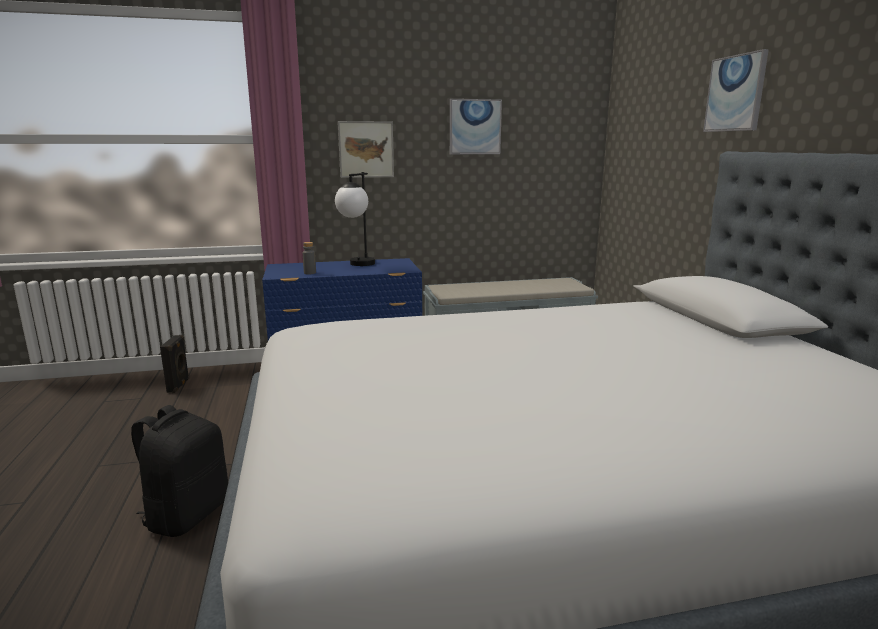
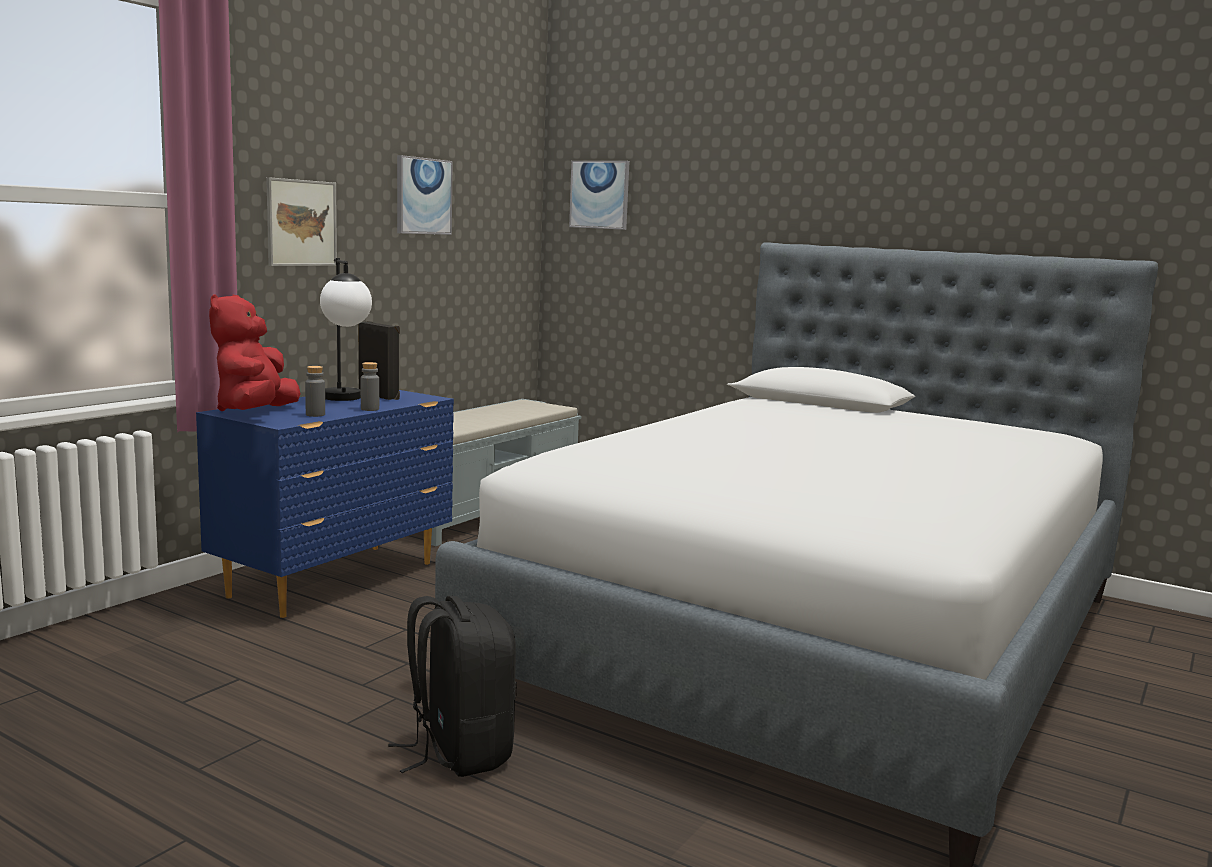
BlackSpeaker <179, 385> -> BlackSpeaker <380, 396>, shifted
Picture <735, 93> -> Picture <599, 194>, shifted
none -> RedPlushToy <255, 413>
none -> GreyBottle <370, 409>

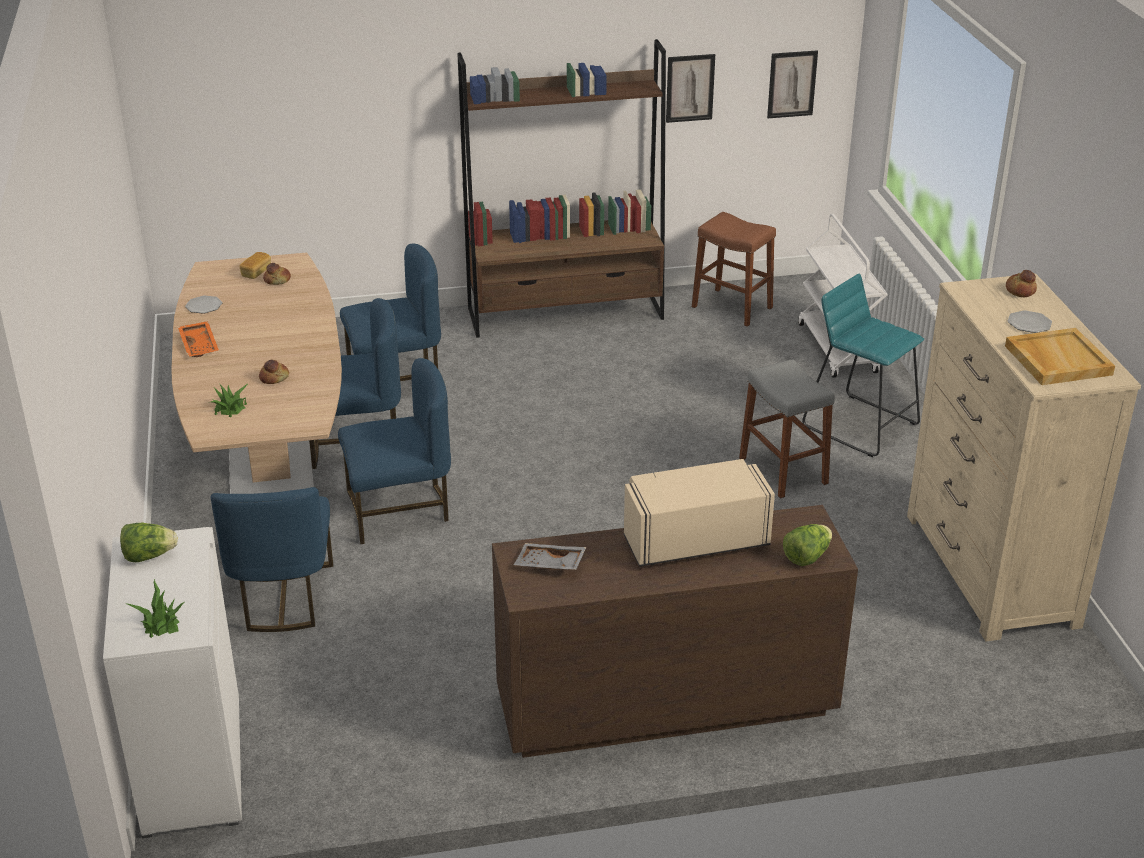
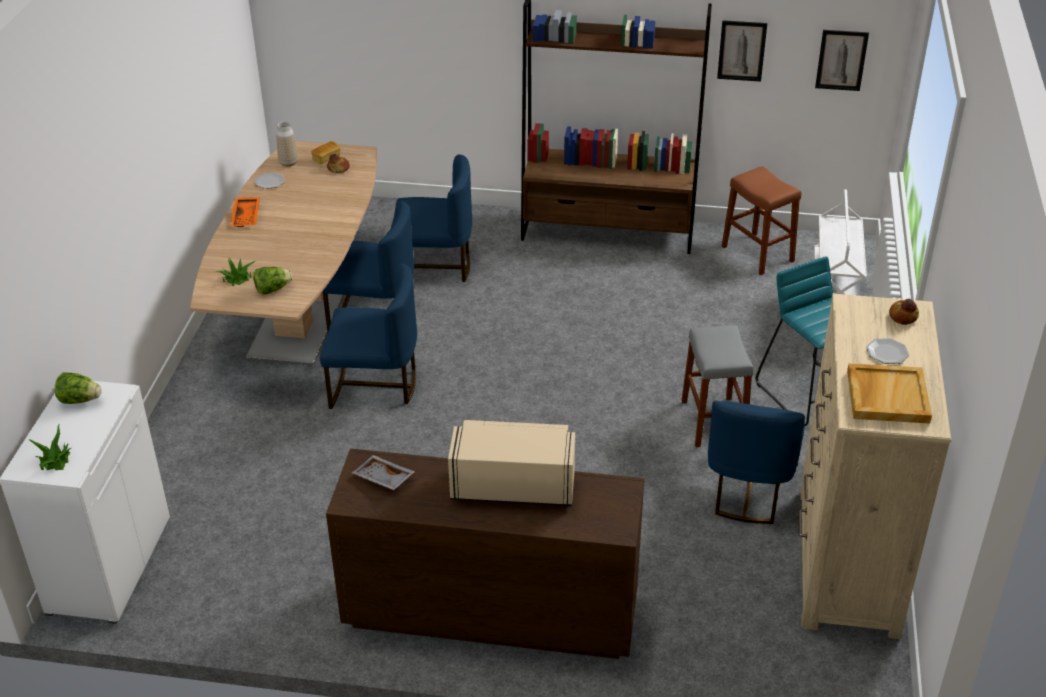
BlueChair <282, 597> -> BlueChair <748, 490>, shifted
Bread <274, 378> -> none
Lettuce <807, 557> -> Lettuce <272, 289>, shifted
none -> Vase <288, 163>

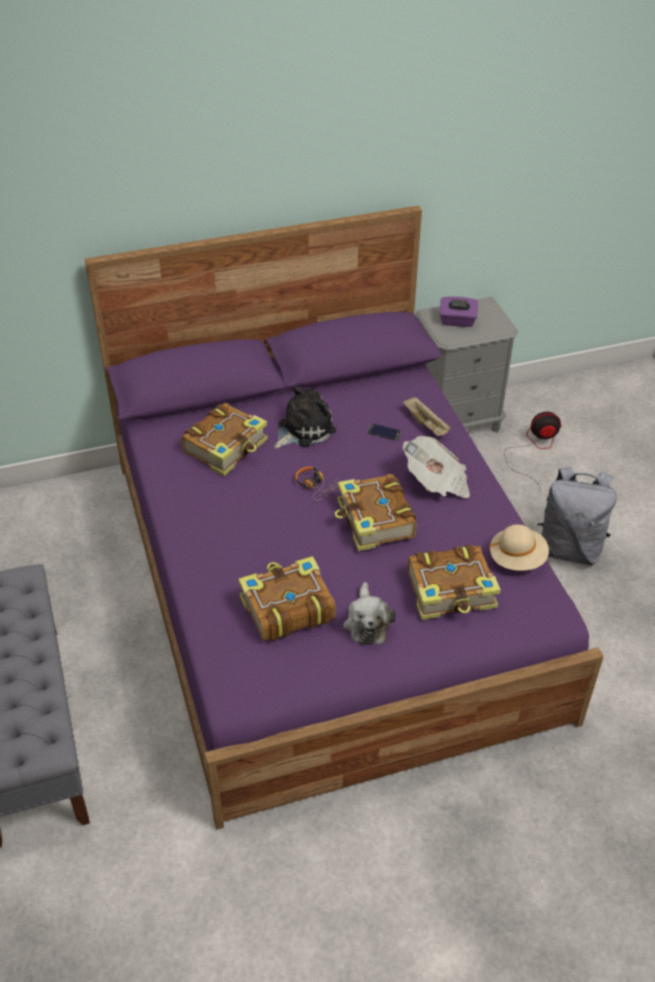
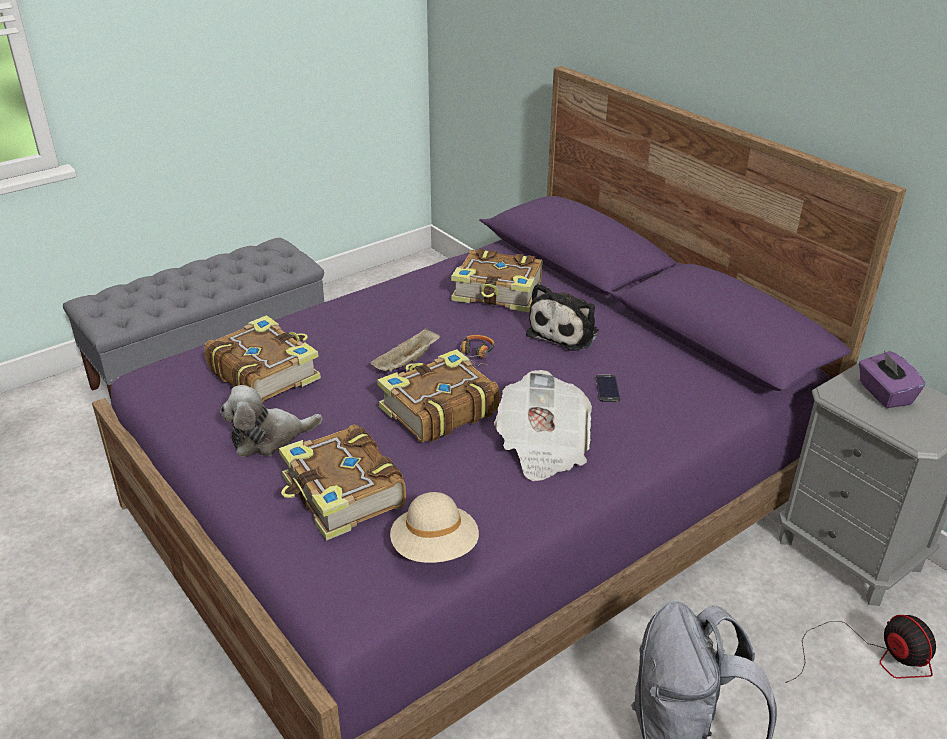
PlushToy <303, 429> -> PlushToy <565, 332>, 90 degrees clockwise
BeigeTray <426, 425> -> BeigeTray <407, 363>, shifted

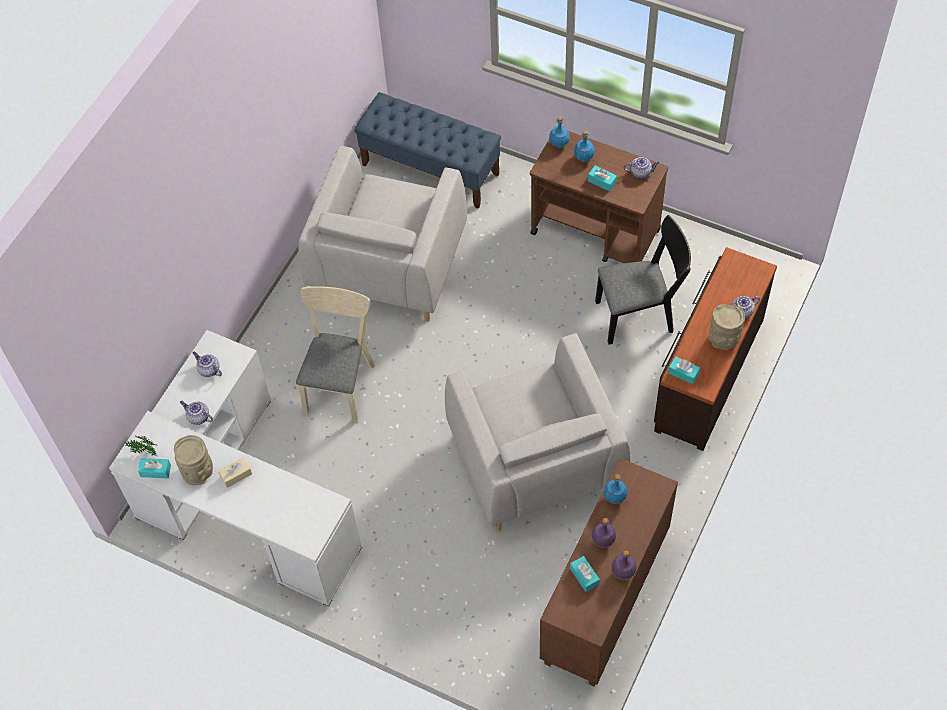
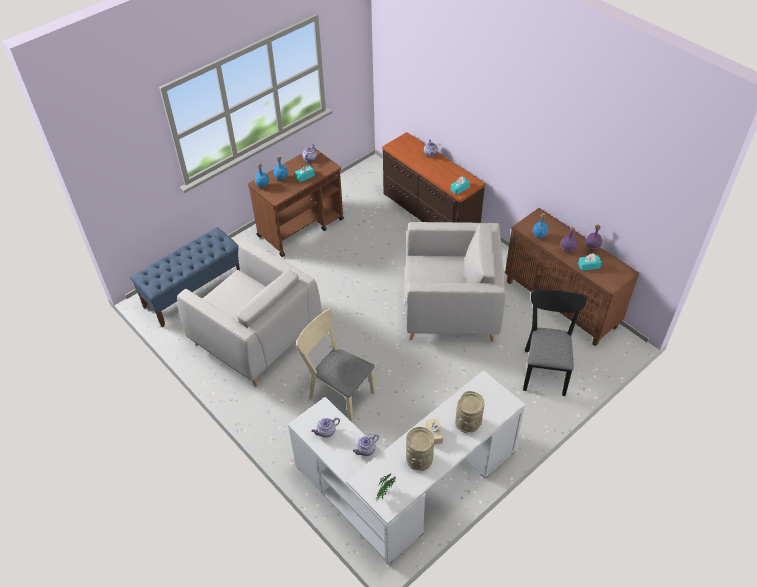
TurquoiseTissueBox <155, 471> -> none
BlackChair <640, 315> -> BlackChair <545, 368>, shifted
BeigeVase <723, 339> -> BeigeVase <468, 423>, shifted

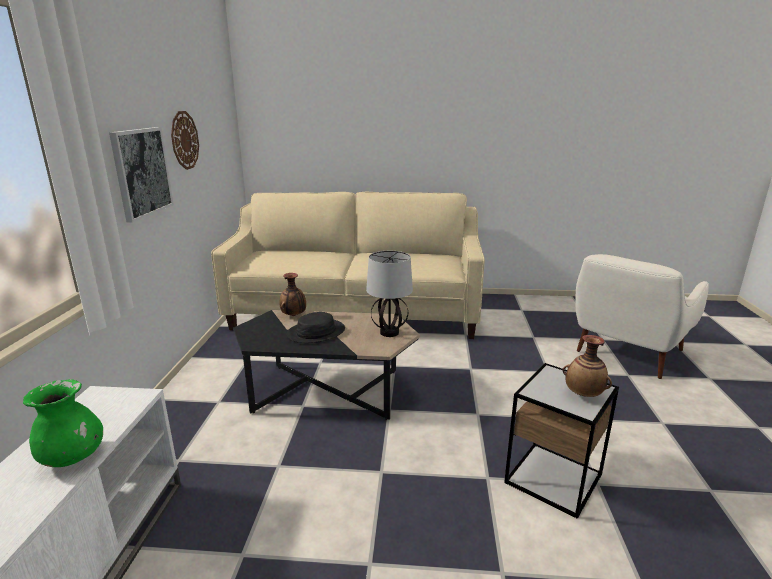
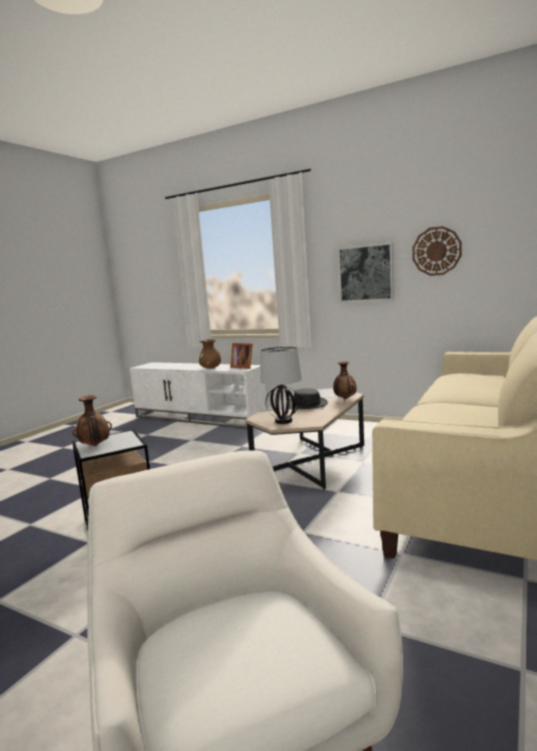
GreenVase <73, 457> -> BrownVase <210, 368>
none -> PictureFrame <242, 367>

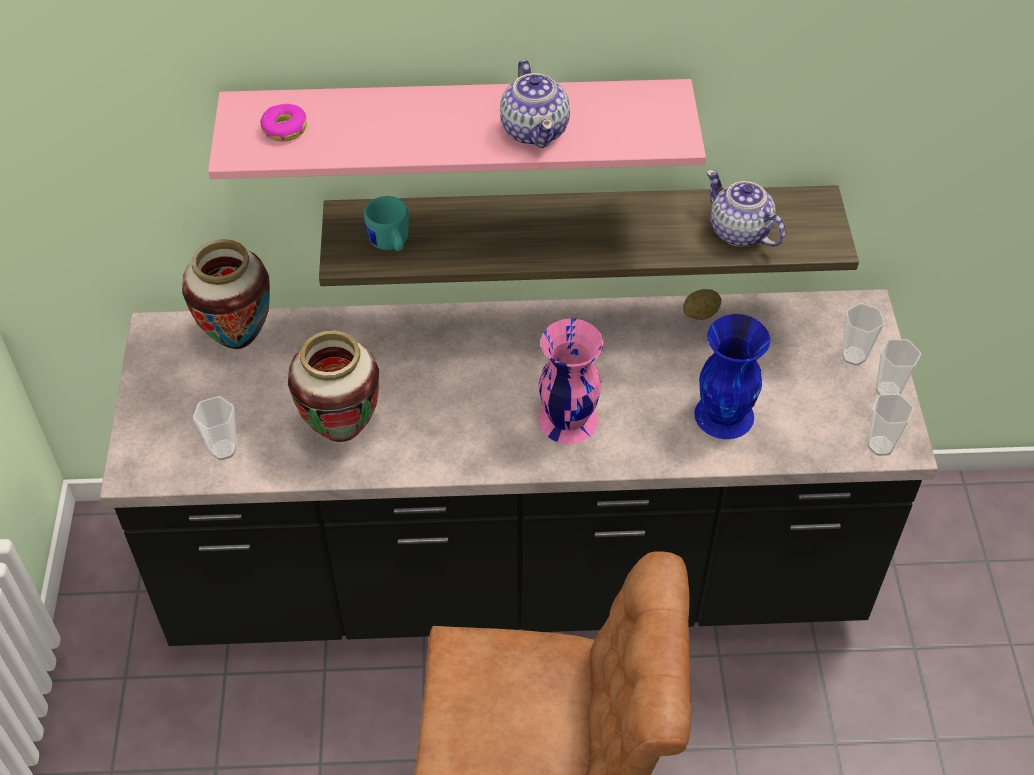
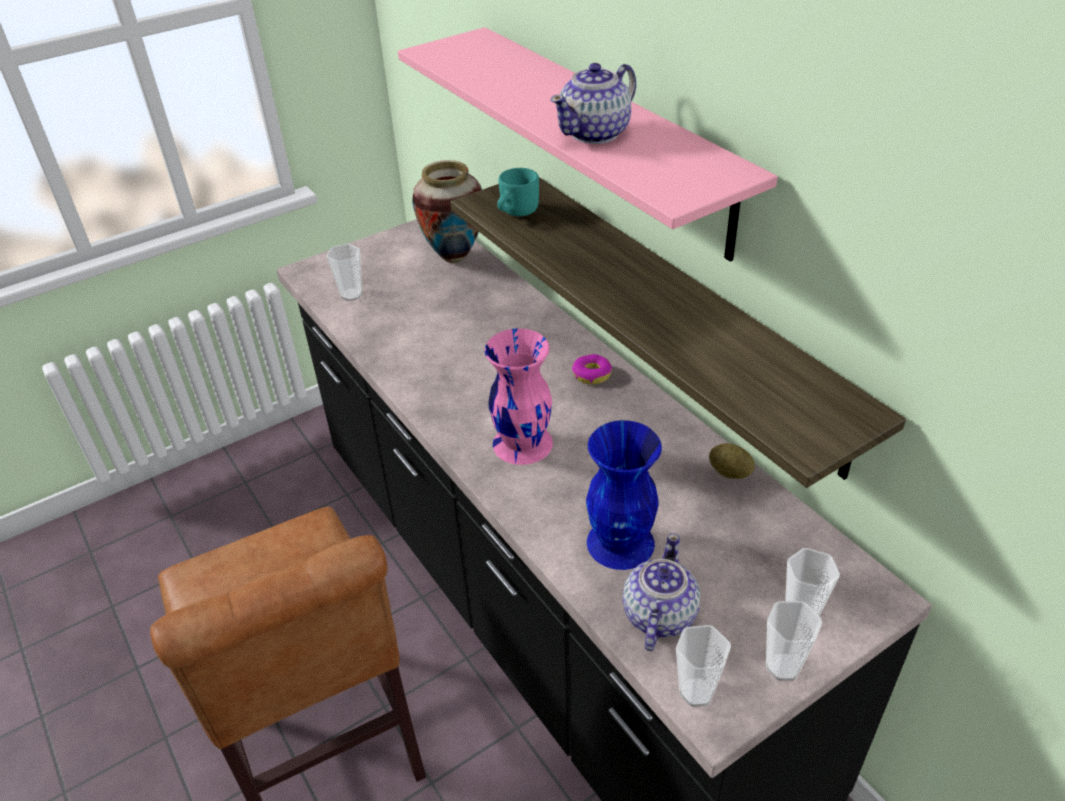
Donut <284, 129> -> Donut <591, 374>, shifted
Vase <342, 431> -> none
Teapot <740, 232> -> Teapot <658, 615>, shifted

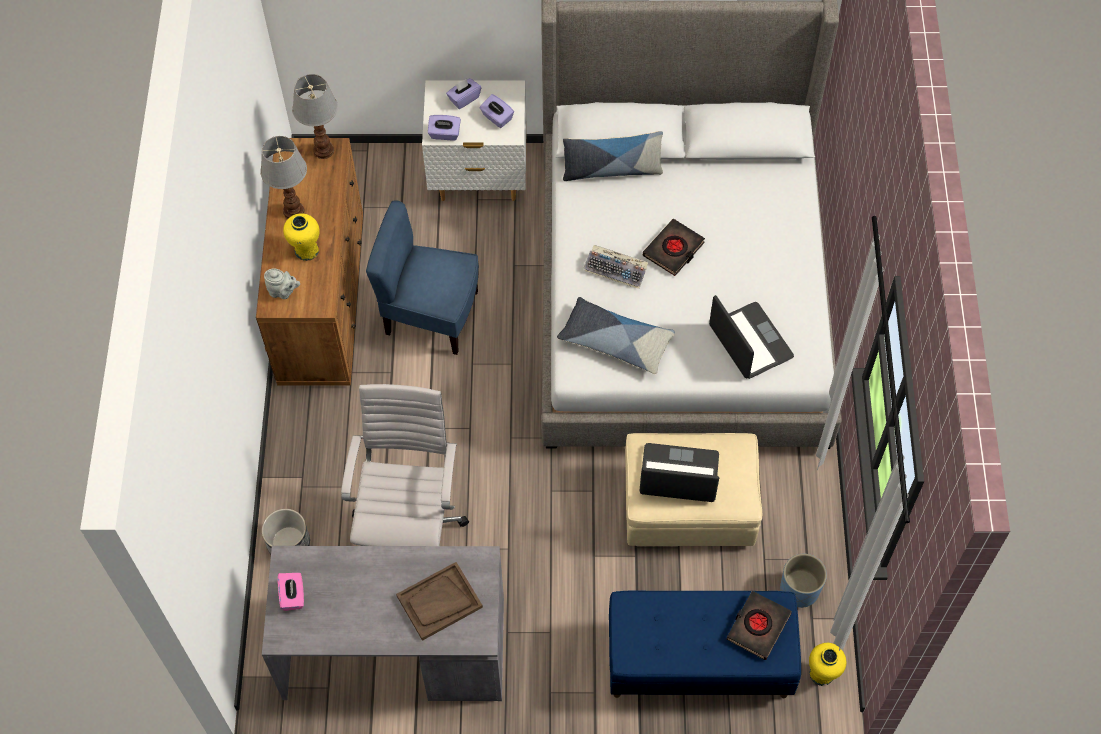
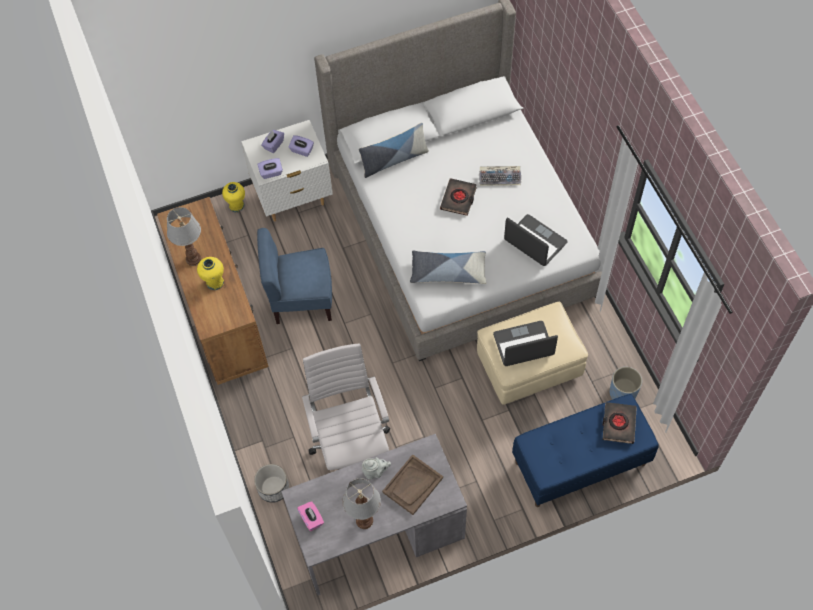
GreyTeapot <283, 292> -> GreyTeapot <375, 472>, shifted
TableLamp <324, 151> -> TableLamp <365, 520>, shifted
Keyboard <617, 269> -> Keyboard <500, 178>, shifted
YellowVase <822, 673> -> YellowVase <236, 205>, shifted

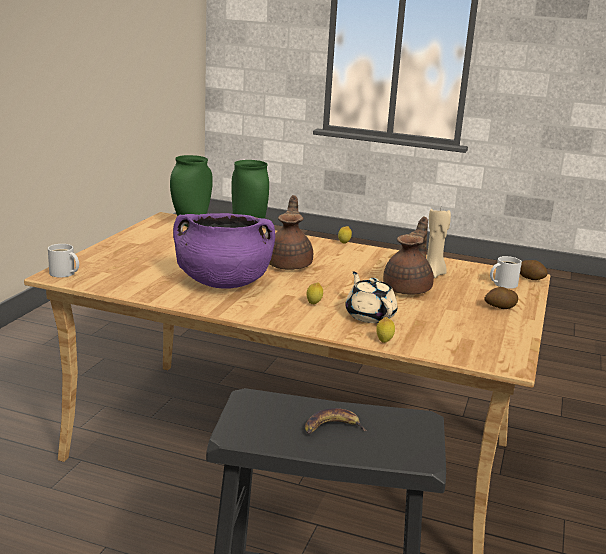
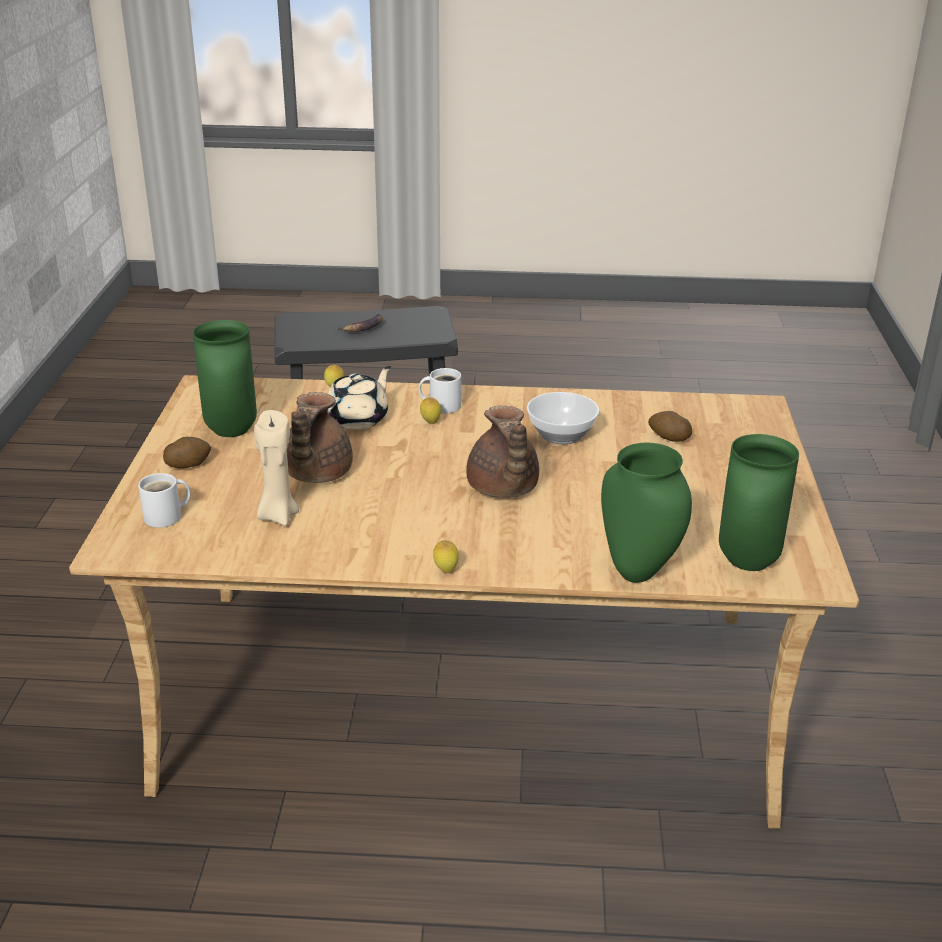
WhiteMug <63, 274> -> WhiteMug <442, 405>, shifted
PurpleCookingPot <223, 283> -> Bowl <562, 434>
BeigeTeapot <369, 315> -> BeigeTeapot <358, 419>, 105 degrees counterclockwise
Potato <531, 278> -> Potato <668, 438>, shifted
none -> GreenVase <230, 431>

